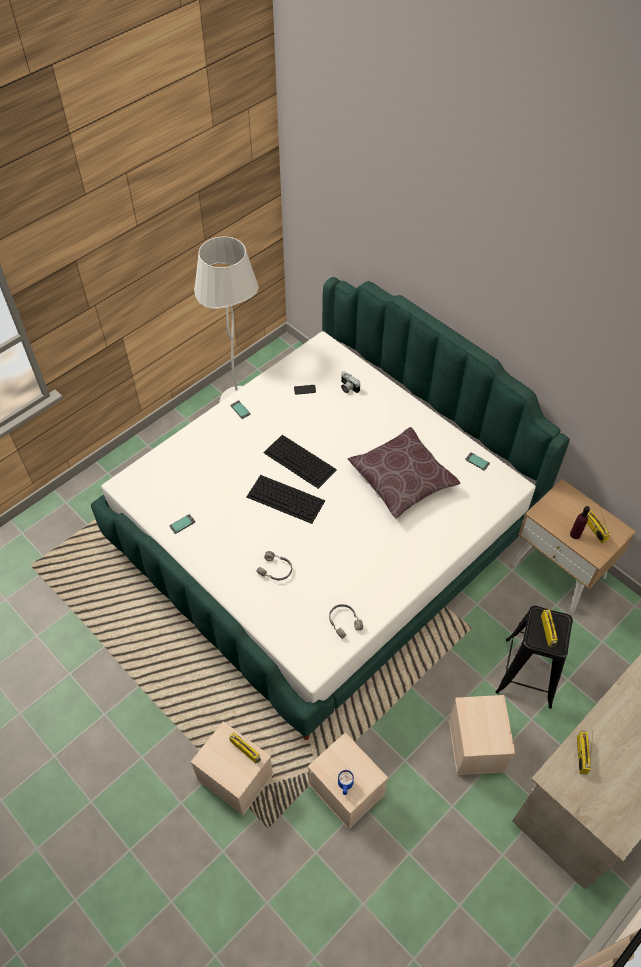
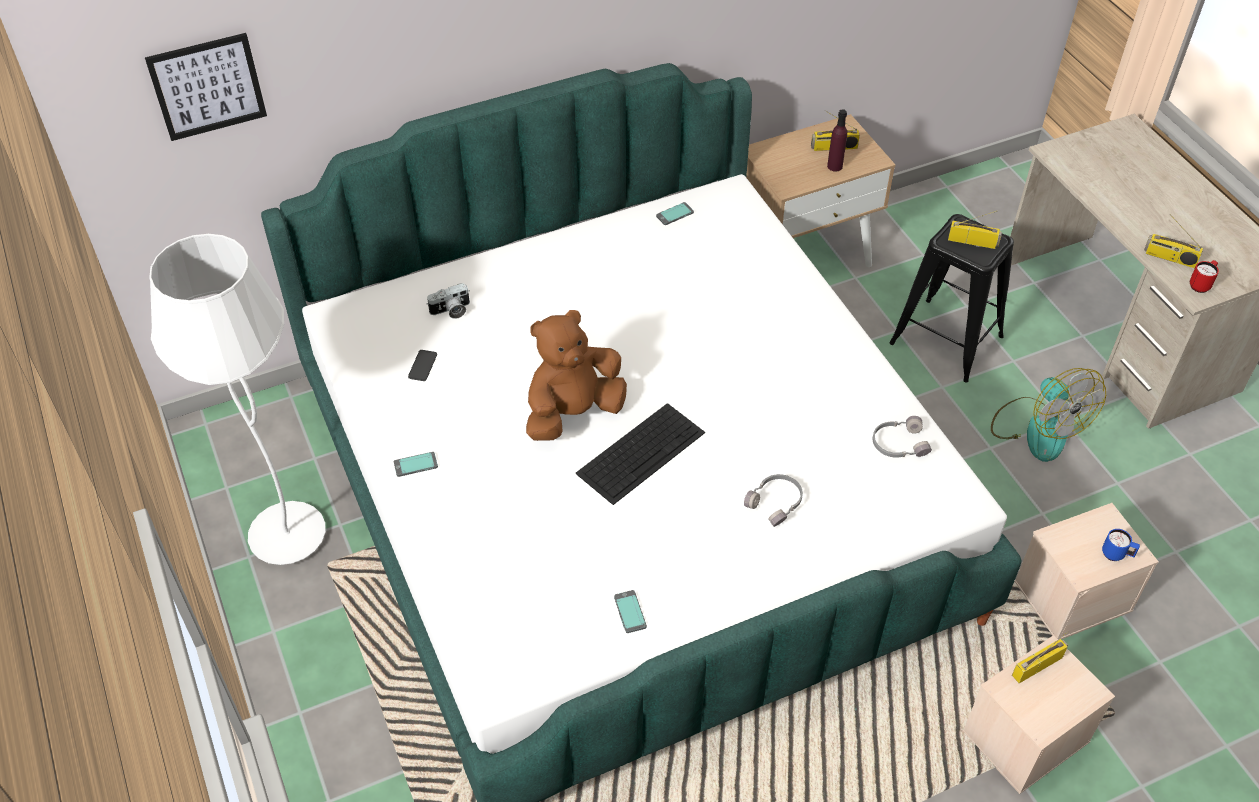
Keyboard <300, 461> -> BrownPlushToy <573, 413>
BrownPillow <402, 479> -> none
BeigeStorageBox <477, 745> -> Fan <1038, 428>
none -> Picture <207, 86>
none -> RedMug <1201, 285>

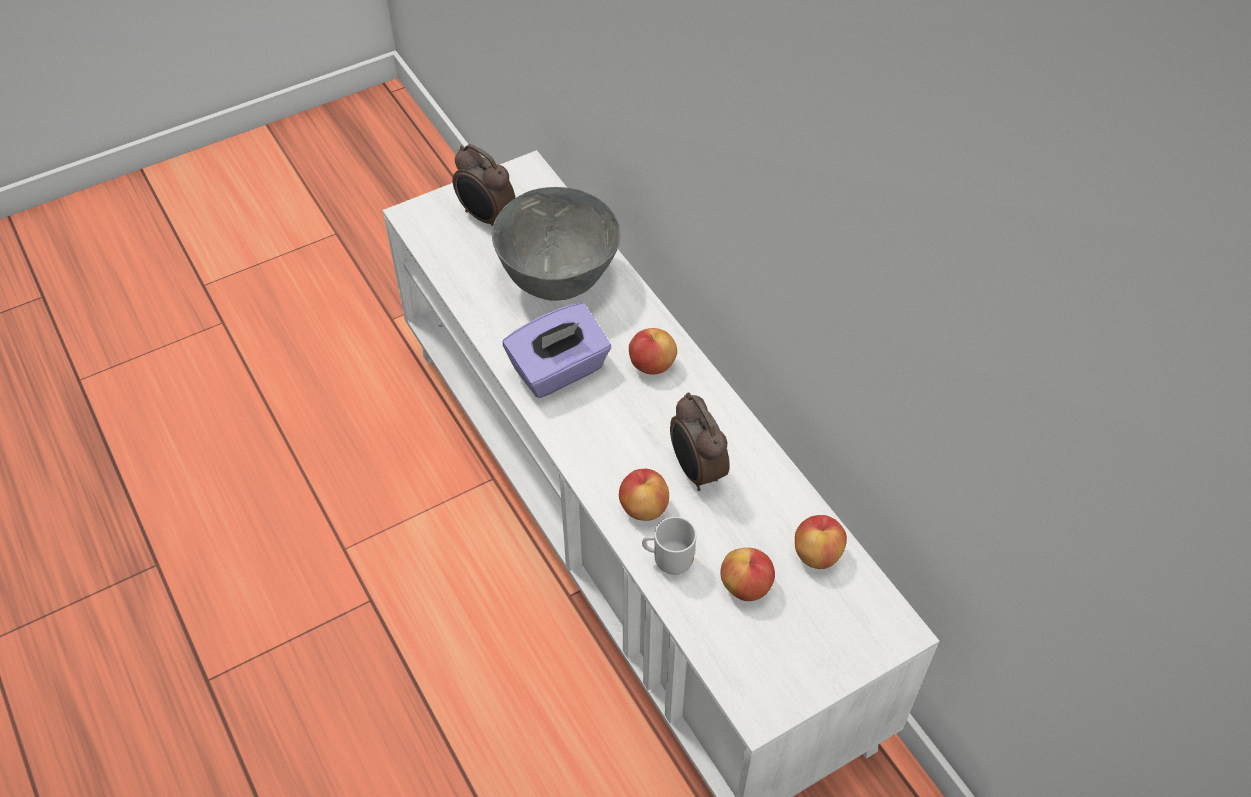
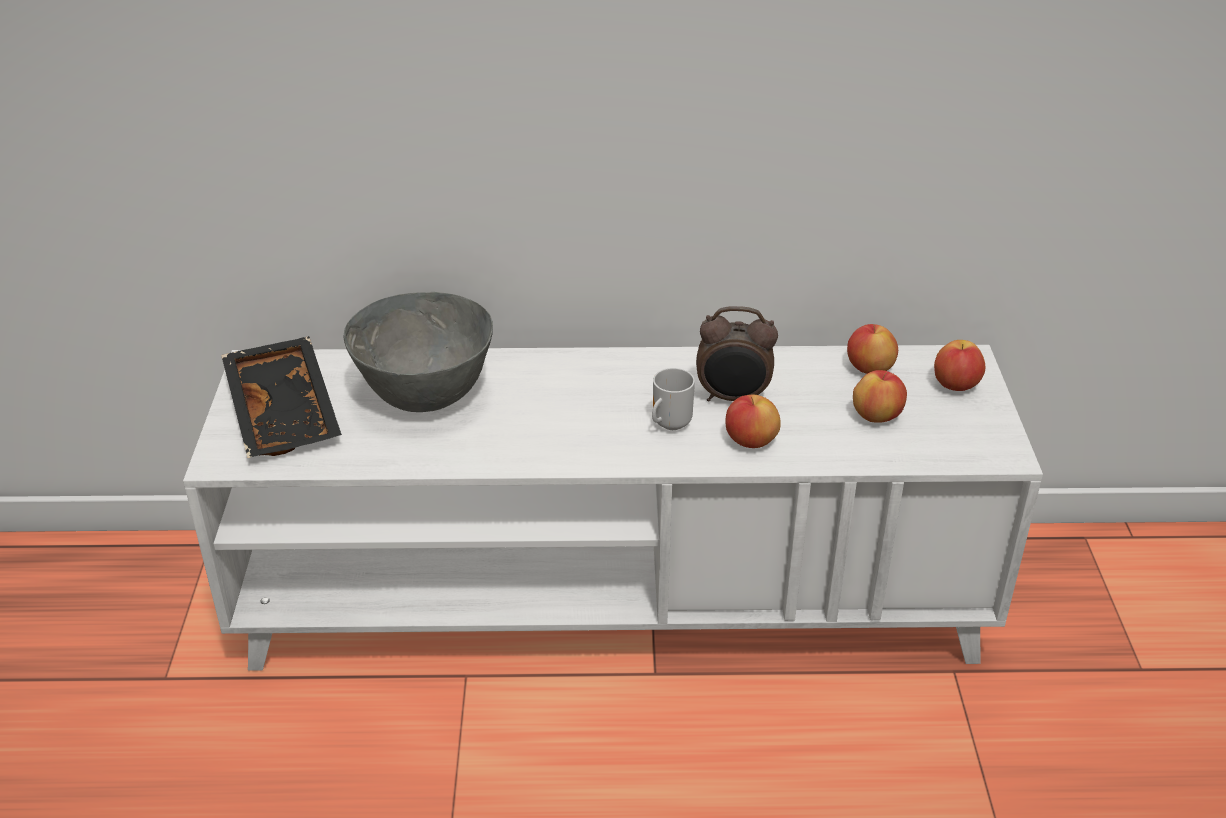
AlarmClock <486, 218> -> BlackTray <286, 412>
PurpleTissueBox <559, 371> -> none
Apple <652, 365> -> Apple <955, 385>, shifted
Mug <670, 560> -> Mug <668, 424>, shifted

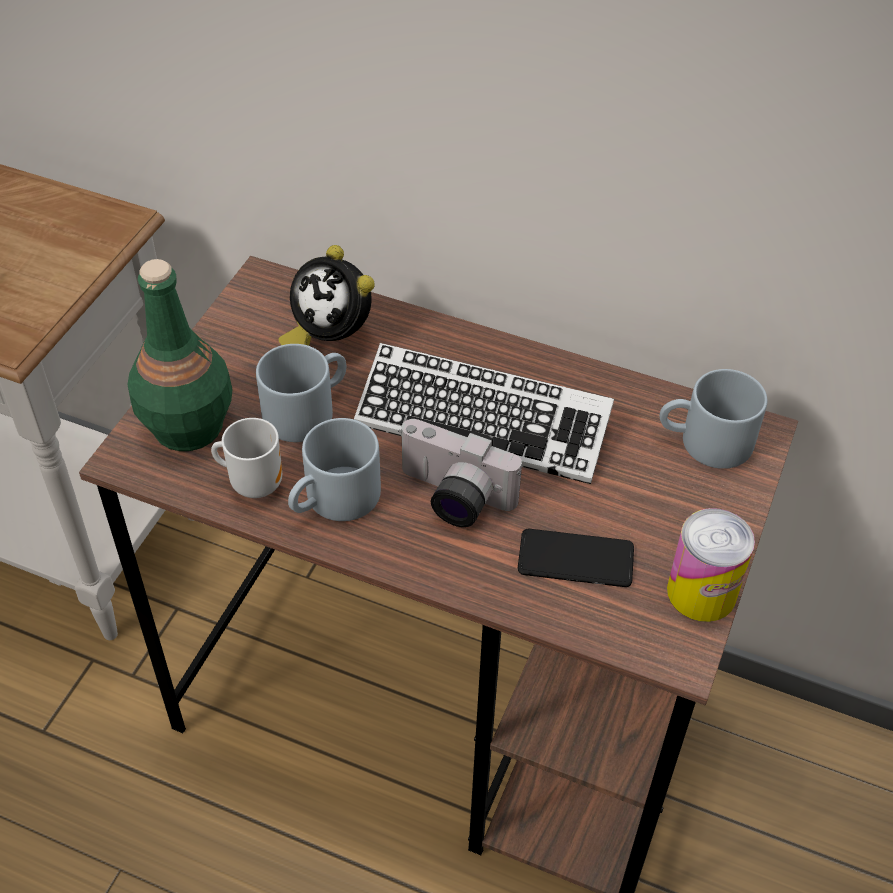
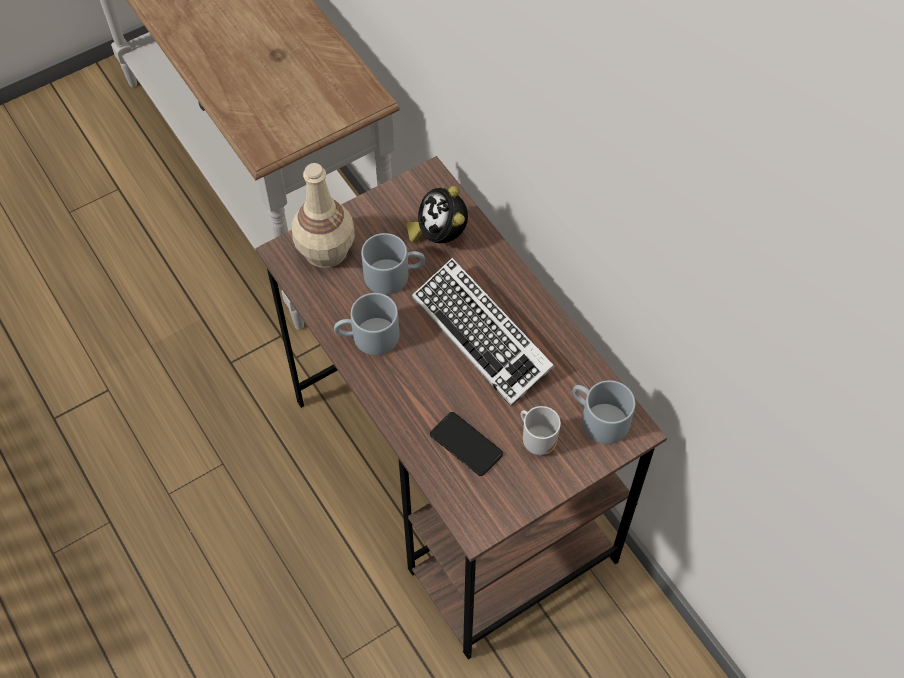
GreenBottle <188, 427> -> BeigeBottle <325, 251>
Mug <254, 482> -> Mug <538, 440>, shifted
PhotoCamera <452, 498> -> none
Can <701, 592> -> none

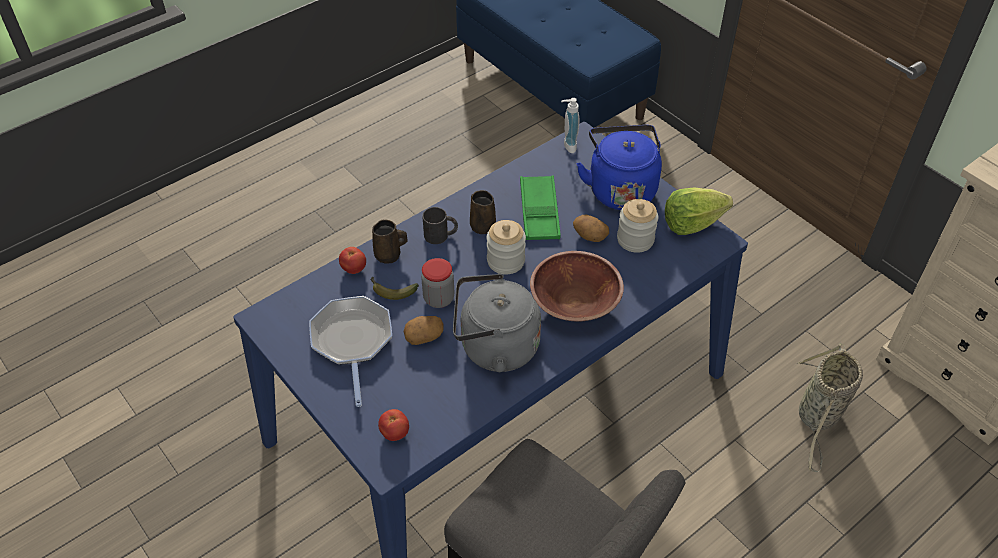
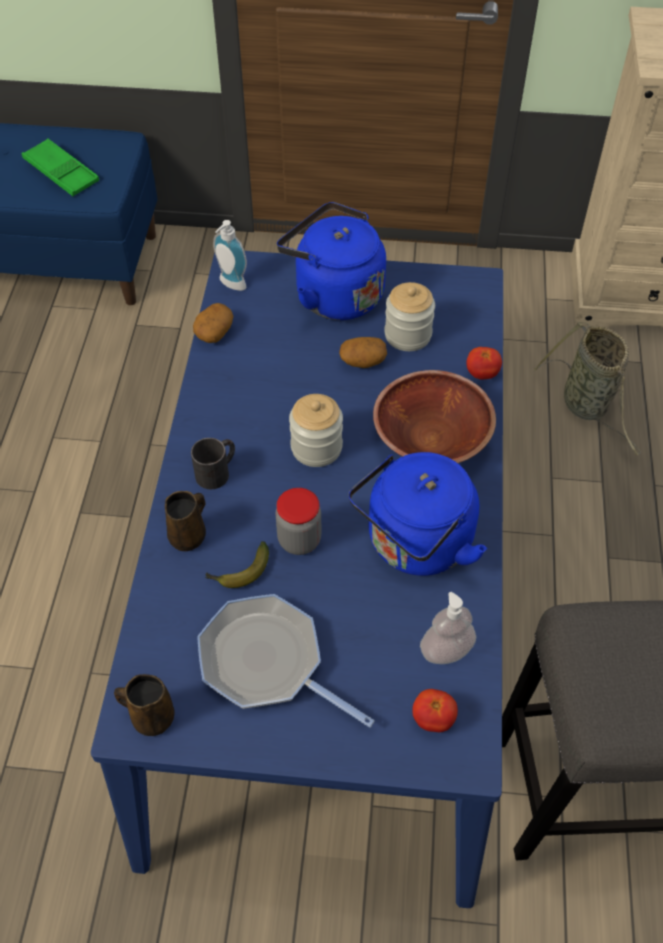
Tomato <354, 269> -> Tomato <482, 374>, shifted
Potato <424, 336> -> Potato <214, 331>, shifted
GreyKettle <494, 348> -> BlueKettle <415, 545>
BrownMug <482, 225> -> BrownMug <151, 717>, shifted
GreenTray <539, 212> -> GreenTray <61, 173>, shifted
Lettuce <692, 223> -> none
none -> SoapDispenser <446, 651>

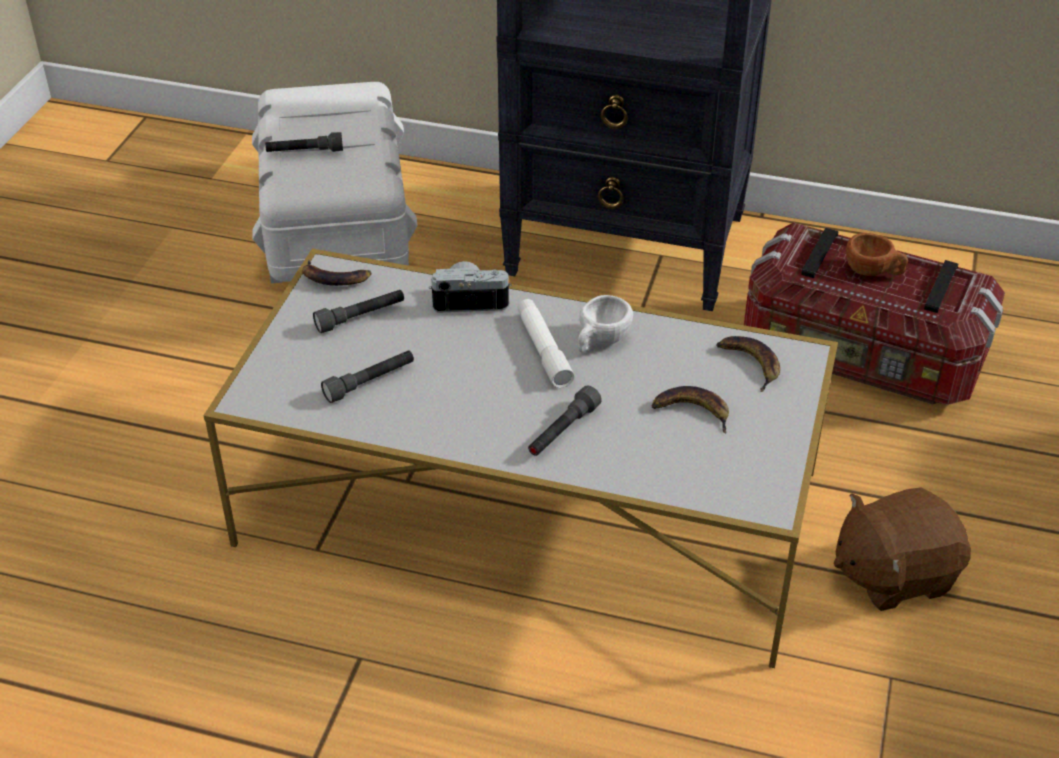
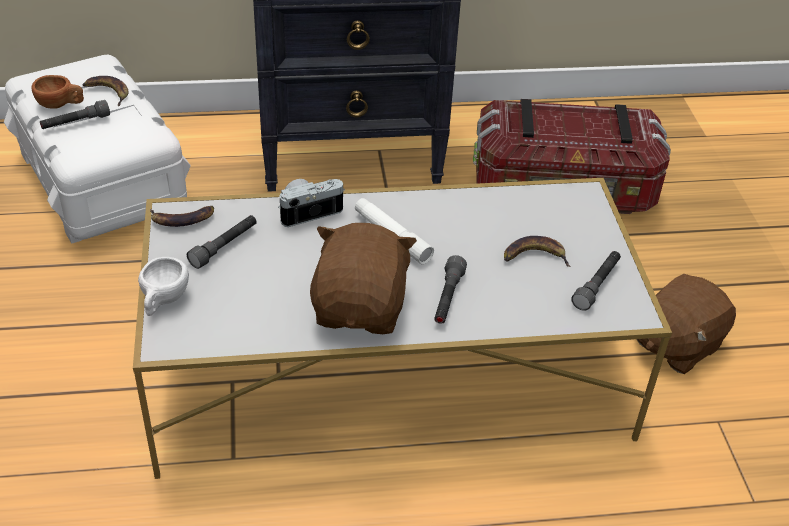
GreyFlashlight <370, 382> -> GreyFlashlight <597, 285>, shifted
WhiteCup <600, 341> -> WhiteCup <163, 301>, shifted
Banana <749, 364> -> Banana <107, 92>, shifted
BrownCup <873, 272> -> BrownCup <60, 105>, shifted
none -> BrownPlushToy <361, 308>

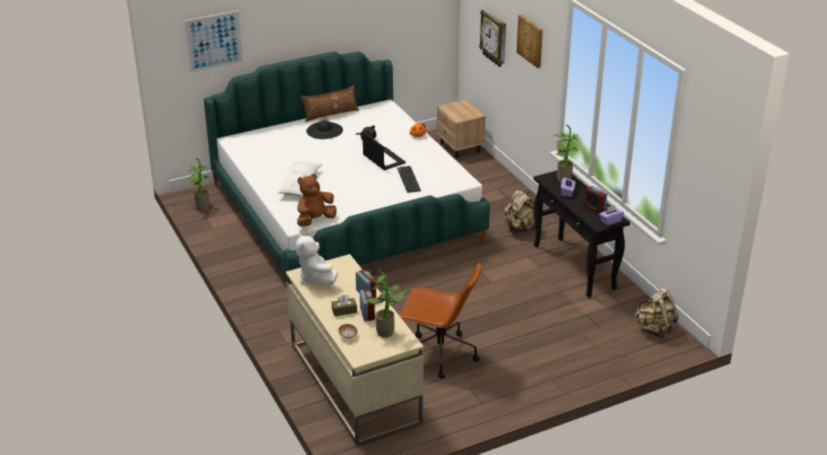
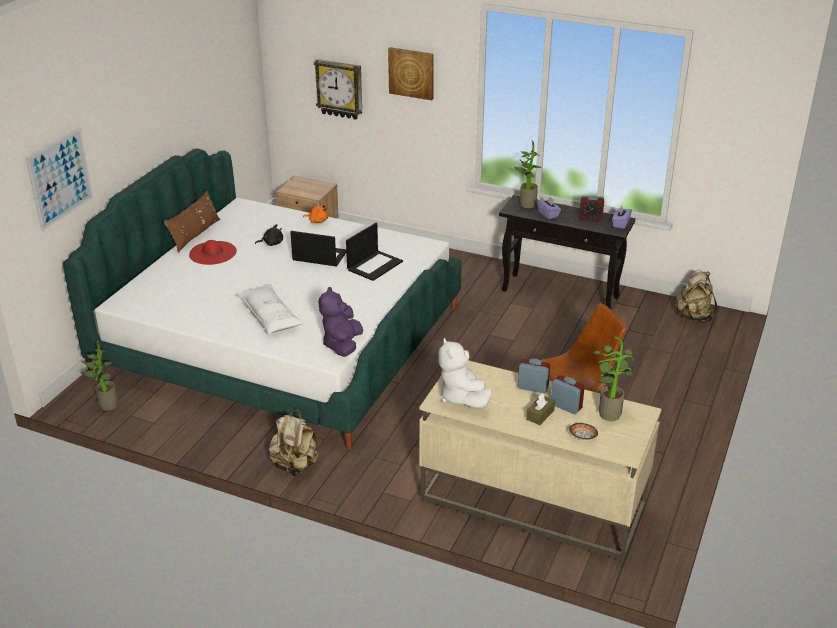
WhitePlushToy <316, 278> -> WhitePlushToy <461, 397>, 45 degrees clockwise
BrownPlushToy <315, 220> -> PurplePlushToy <342, 345>
BlackHat <324, 130> -> RedHat <213, 253>
Keyboard <408, 179> -> Laptop <374, 265>
BeigeBackpack <519, 228> -> BeigeBackpack <295, 465>, shifted

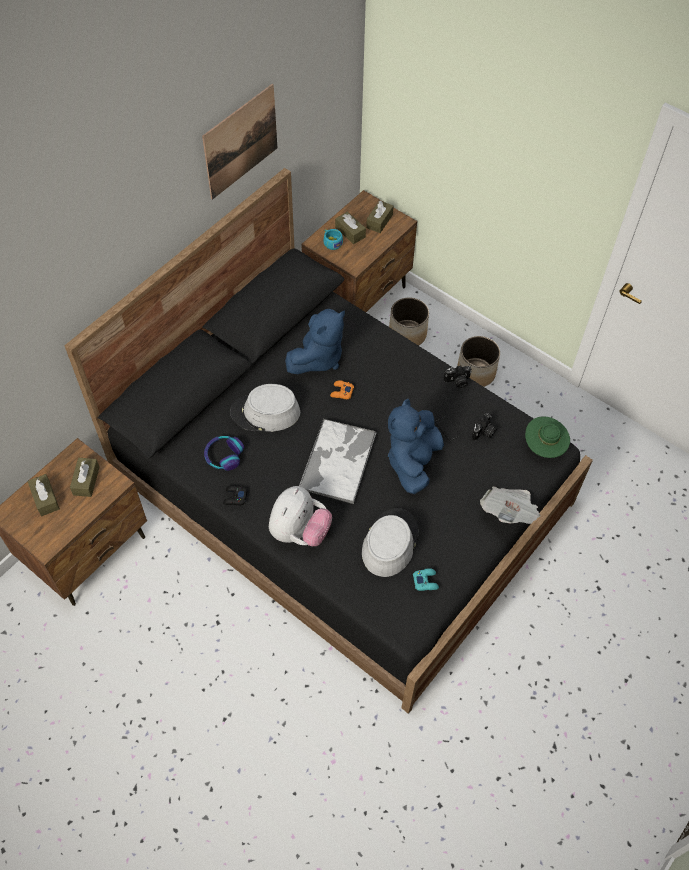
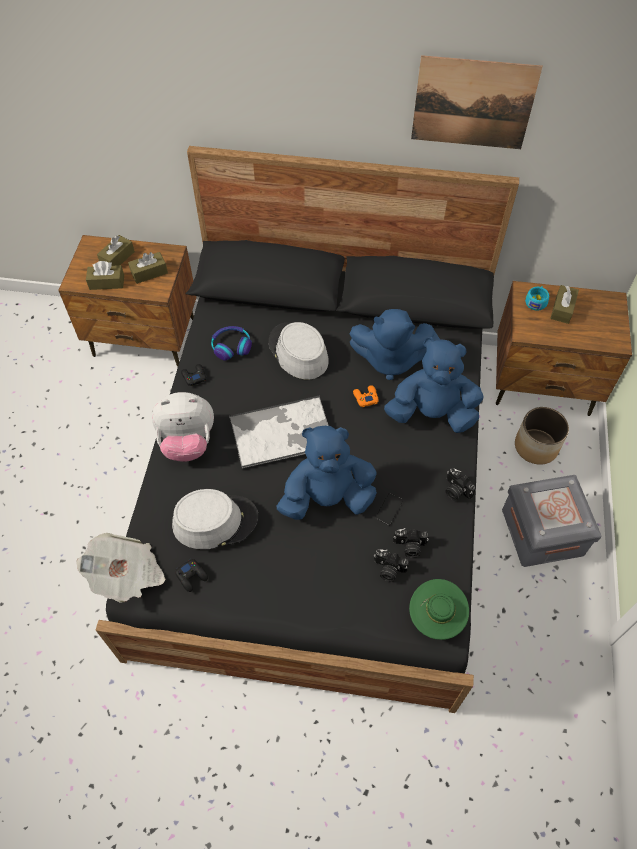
BrownTissueBox <379, 221> -> BrownTissueBox <107, 282>, shifted
TurquoiseGameController <425, 581> -> BlackGameController <192, 576>
Planter <476, 373> -> GreyStorageBox <542, 532>
Newspaper <509, 512> -> Newspaper <127, 575>, shifted
none -> PhotoCamera <388, 569>
none -> BluePlushToy <432, 413>

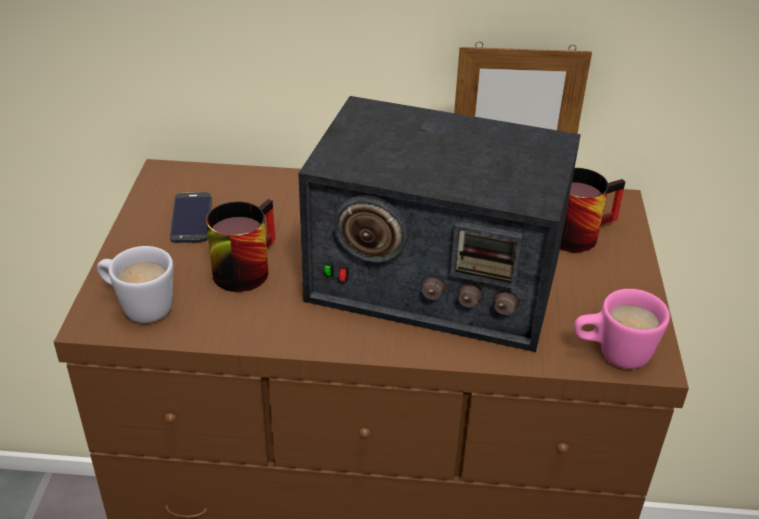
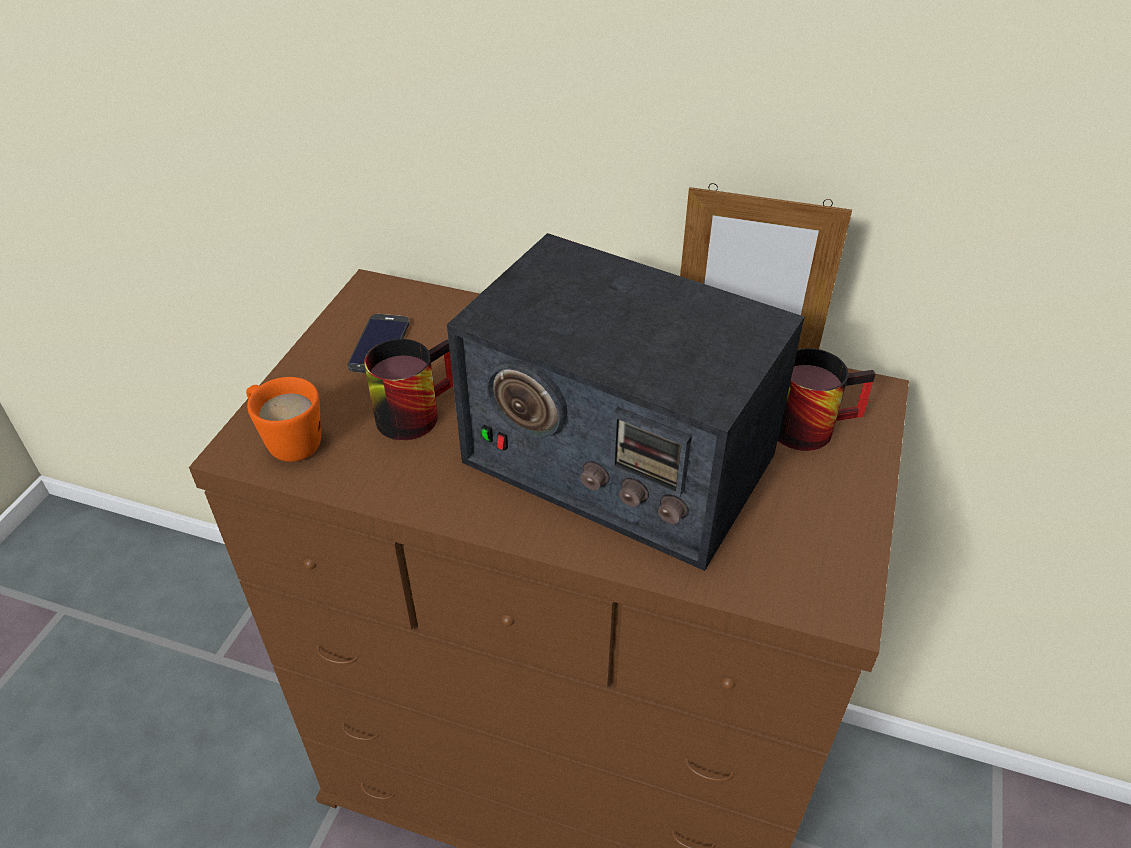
WhiteMug <139, 306> -> OrangeMug <287, 440>
PinkMug <612, 354> -> none

